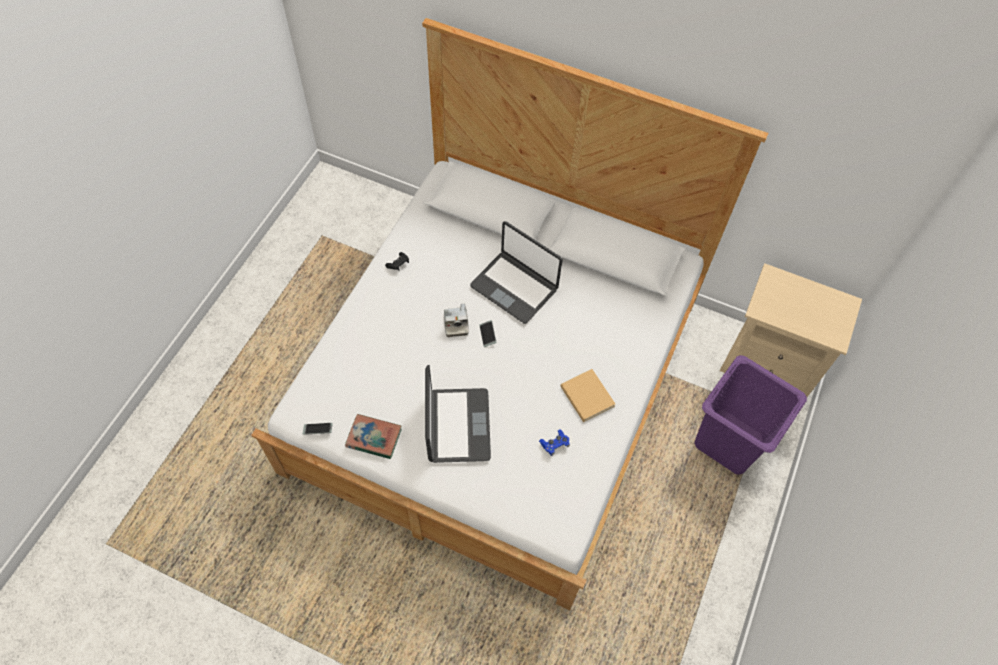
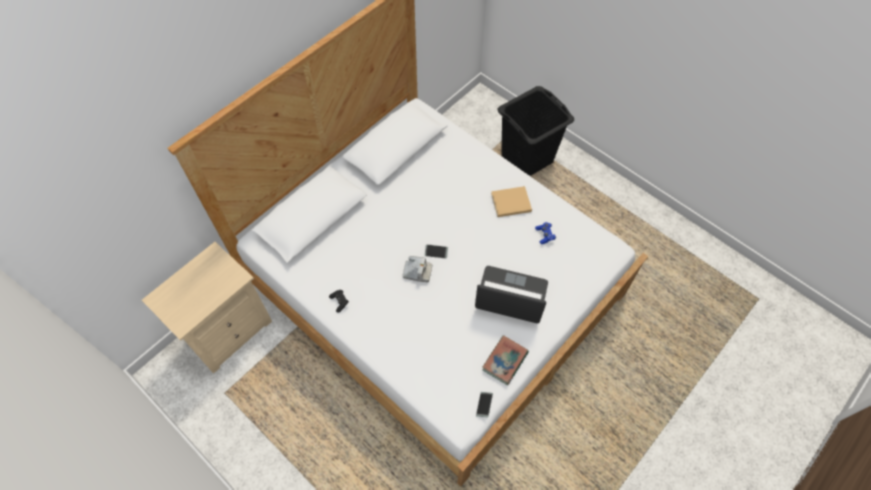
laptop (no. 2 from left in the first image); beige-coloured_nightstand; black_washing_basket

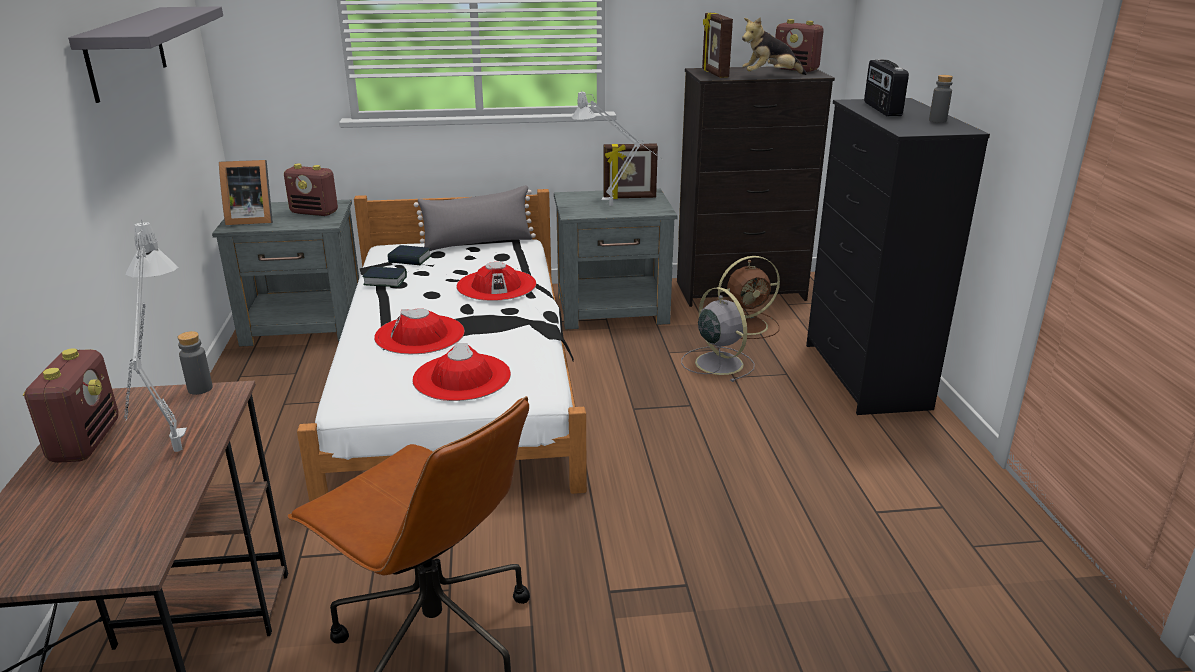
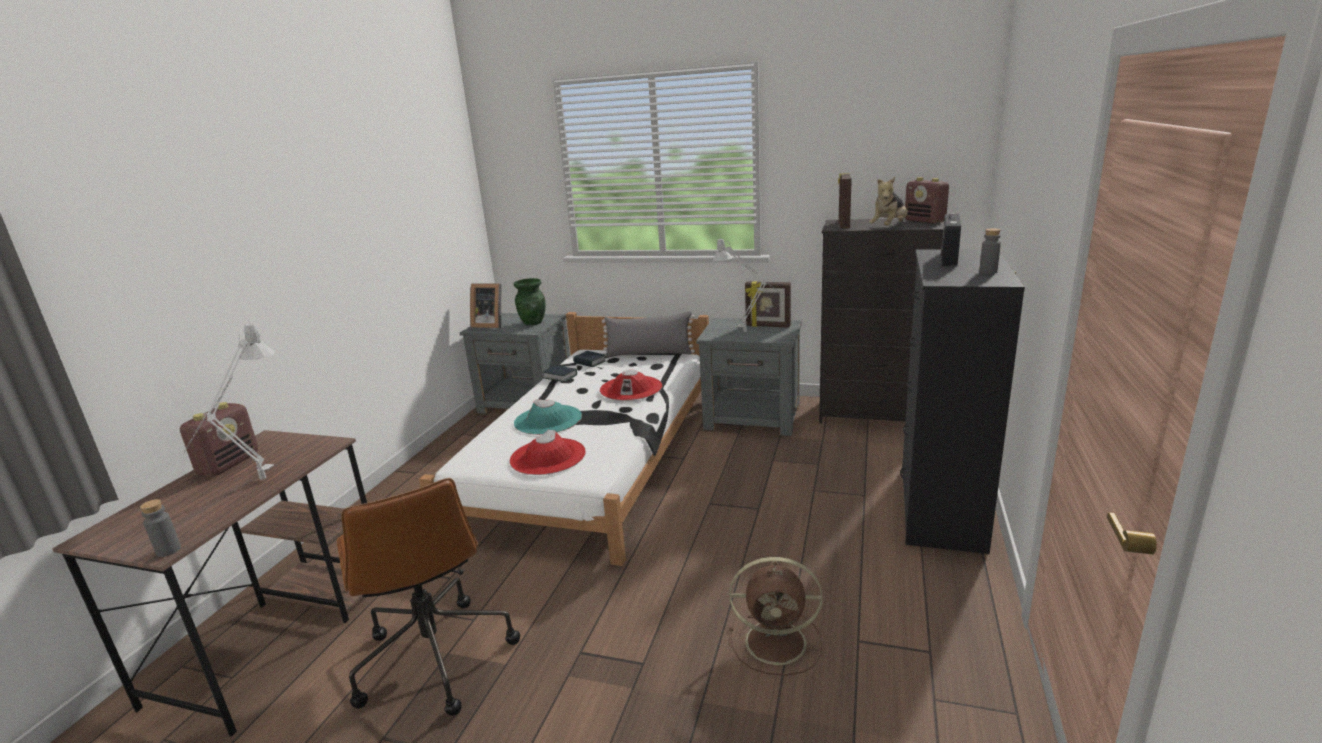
greyish_wall_shelf; plush_toy; greenish_vase; brown-coloured_cooling_fan; greyish_cooling_fan; turquoise_clothing_hat; greyish_beverage_bottle (no. 1 from left)

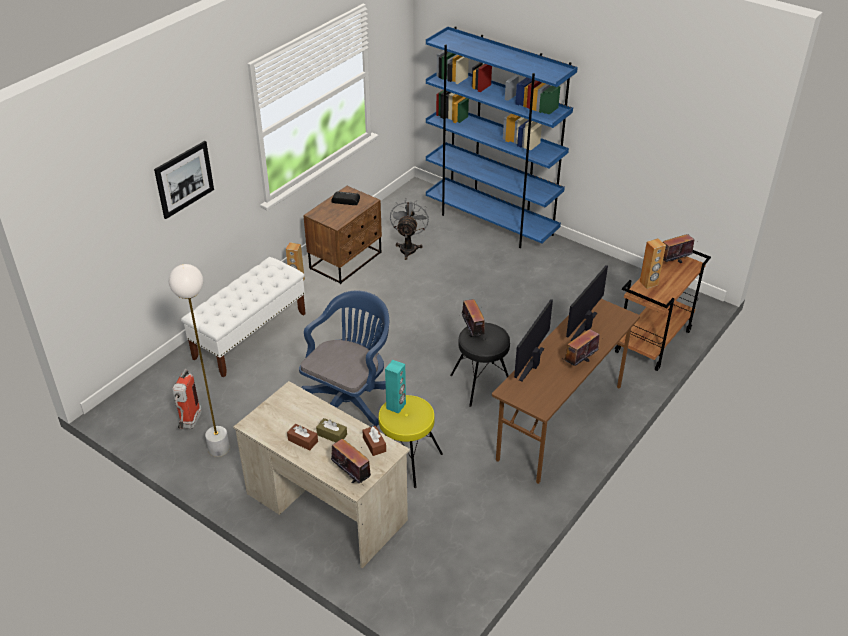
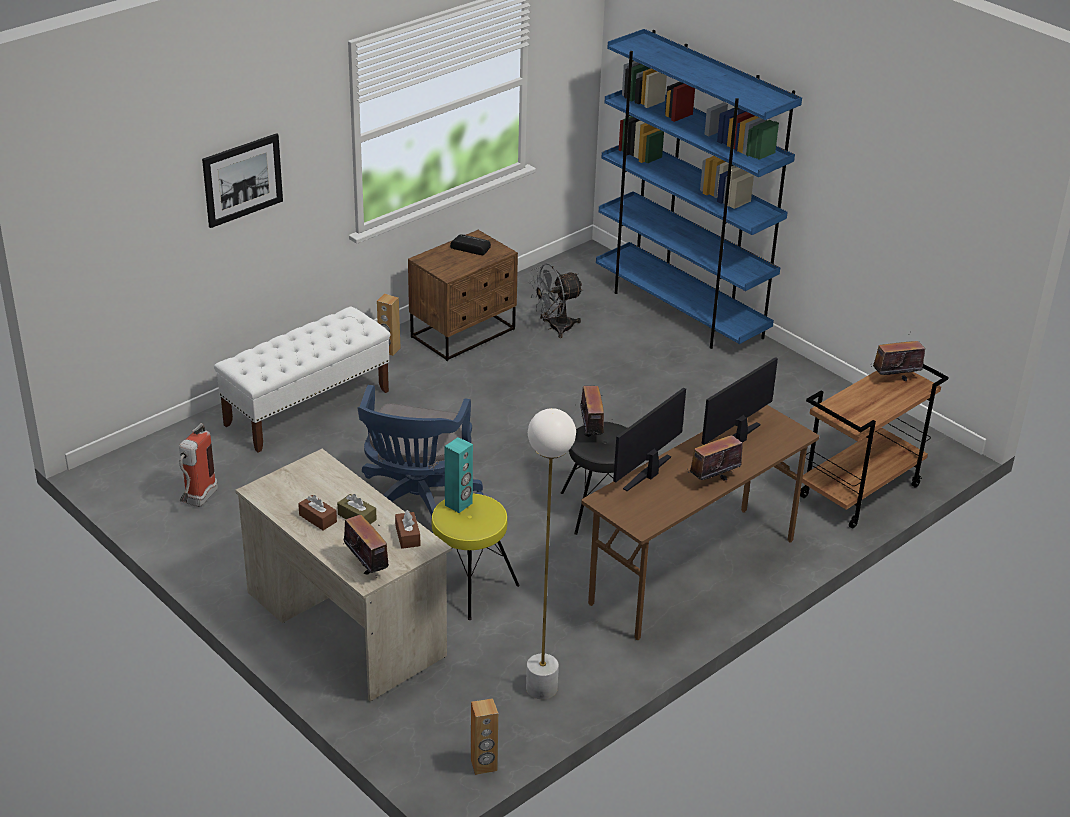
greyish_cooling_fan; brown-coloured_audio_speaker (no. 2 from left); whitish_standing_lamp; bluish_office_chair

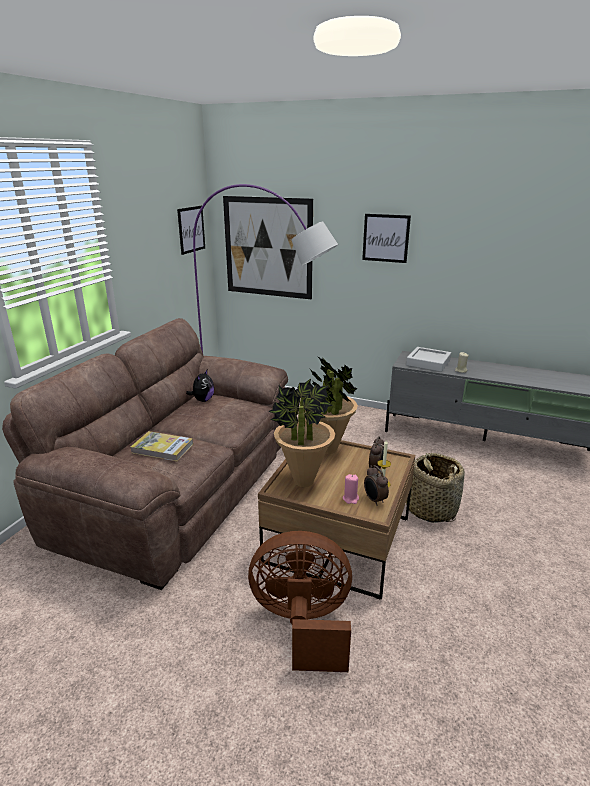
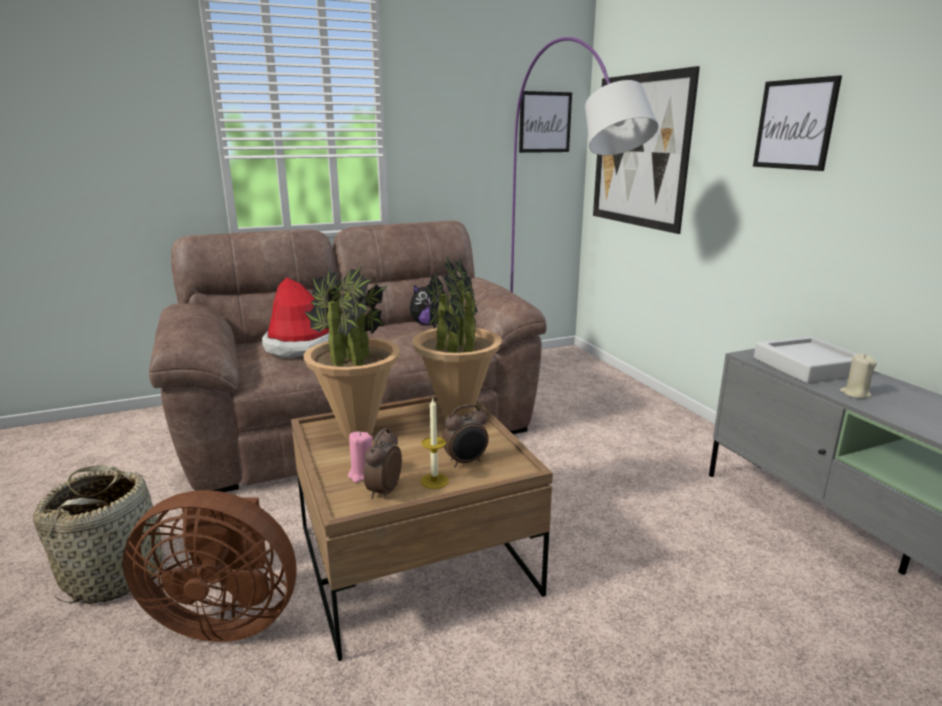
clothing_hat; storage_basket; brown-coloured_cooling_fan

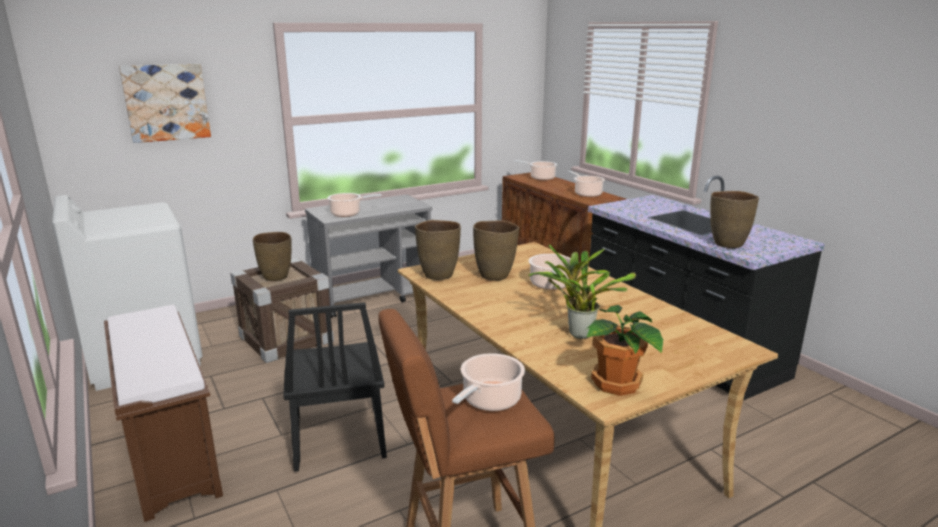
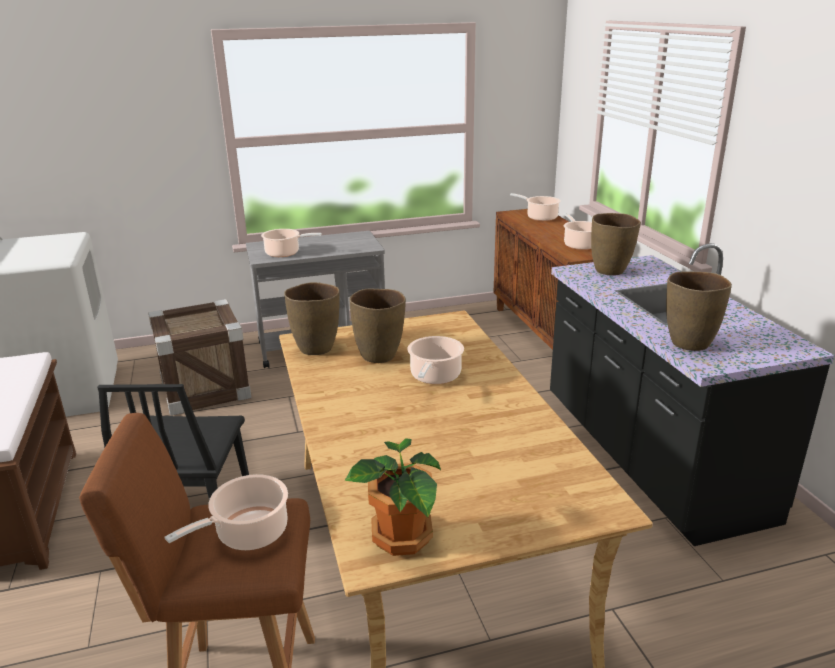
wall_art; brown-coloured_vase (no. 3 from left); houseplant (no. 1 from left in the first image)

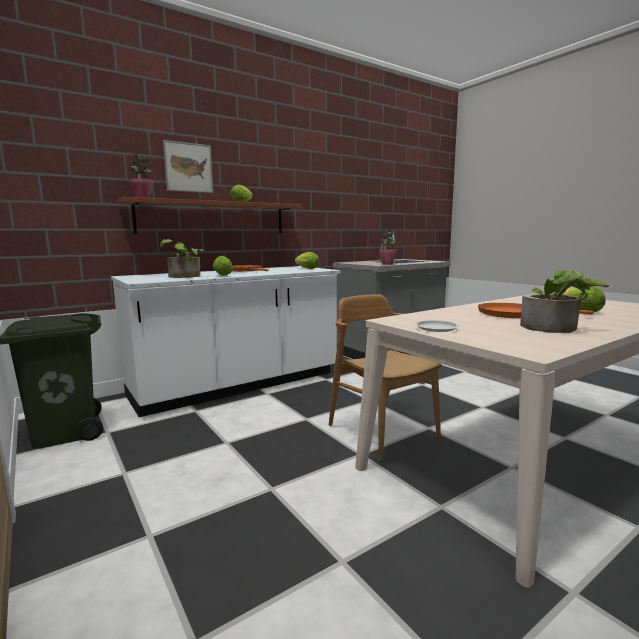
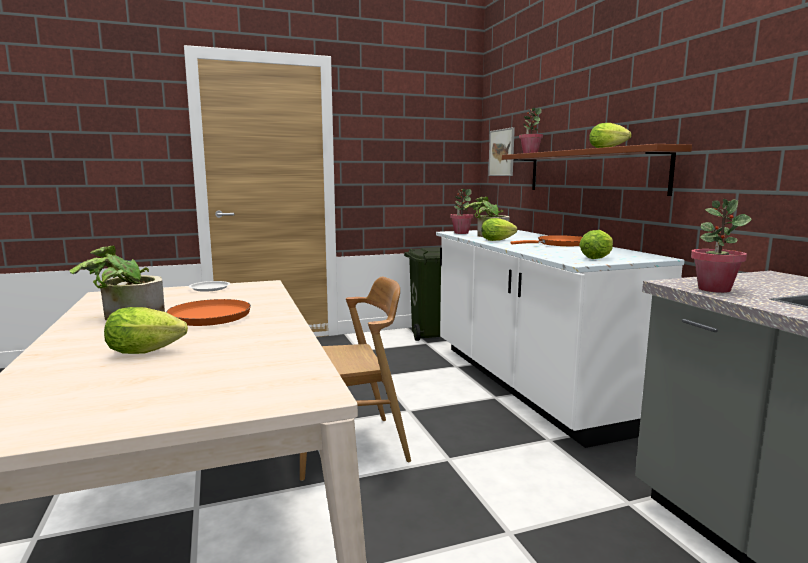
wall_art; houseplant (no. 2 from left)

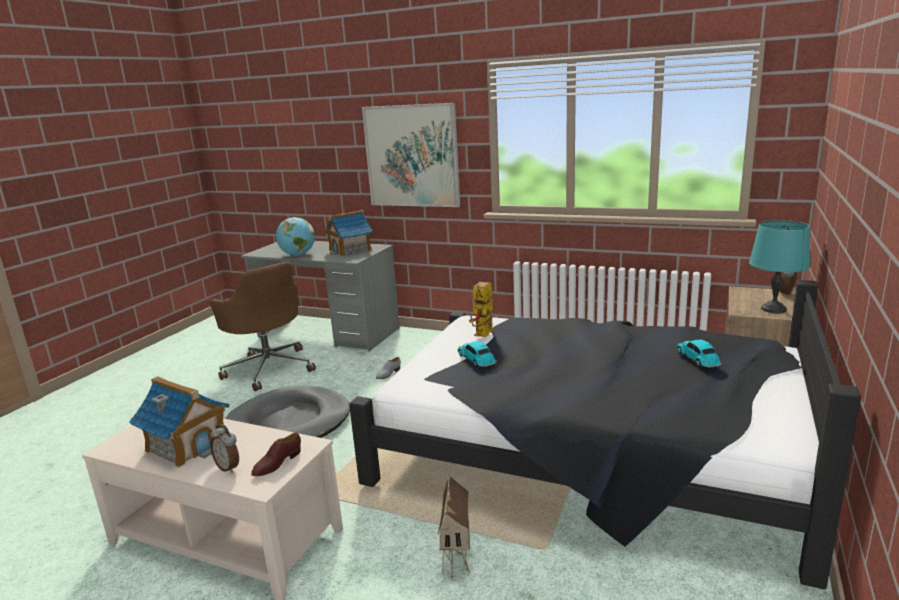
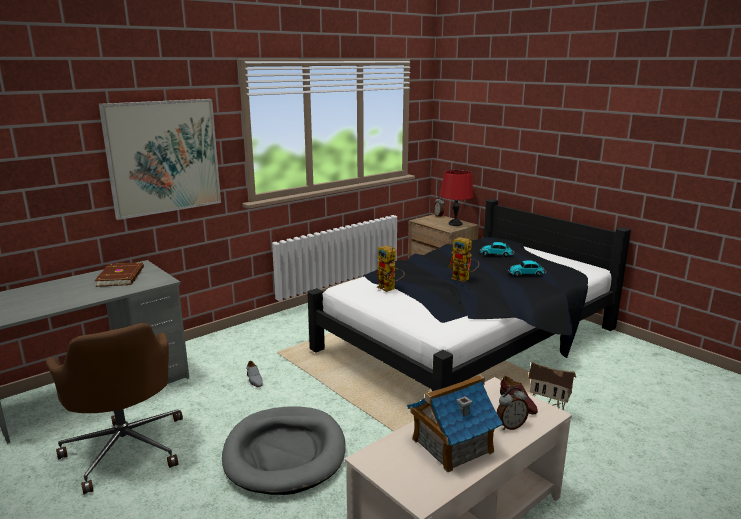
brown-coloured_book; world_globe; reddish_table_lamp; brown-coloured_office_chair; miniature_car (no. 2 from left); robot_figure (no. 2 from left)

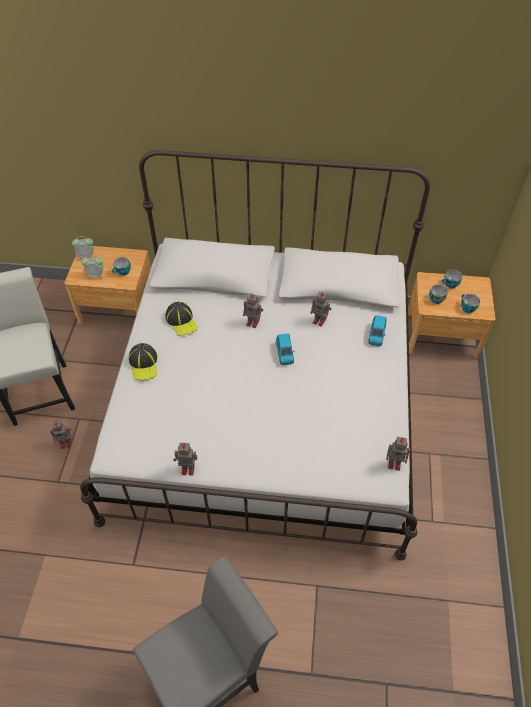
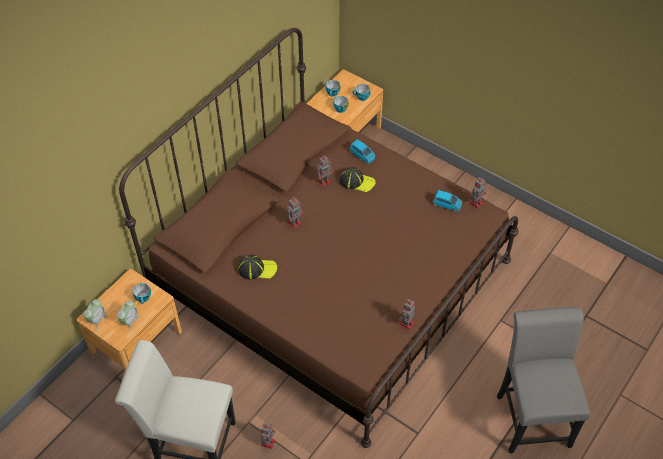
brown-coloured_bed; bluish_miniature_car (no. 2 from left); peaked_cap (no. 2 from left)

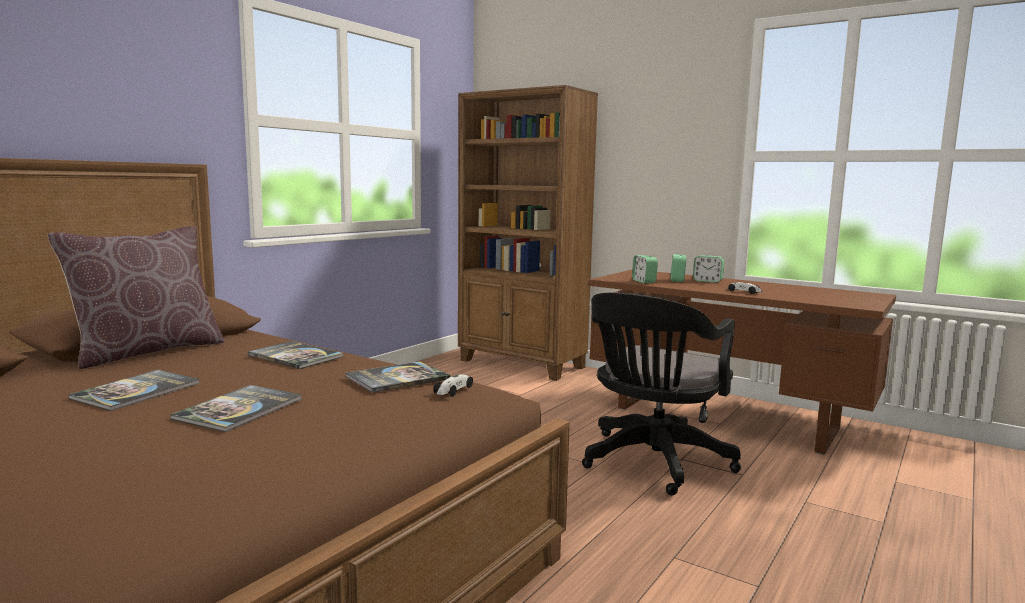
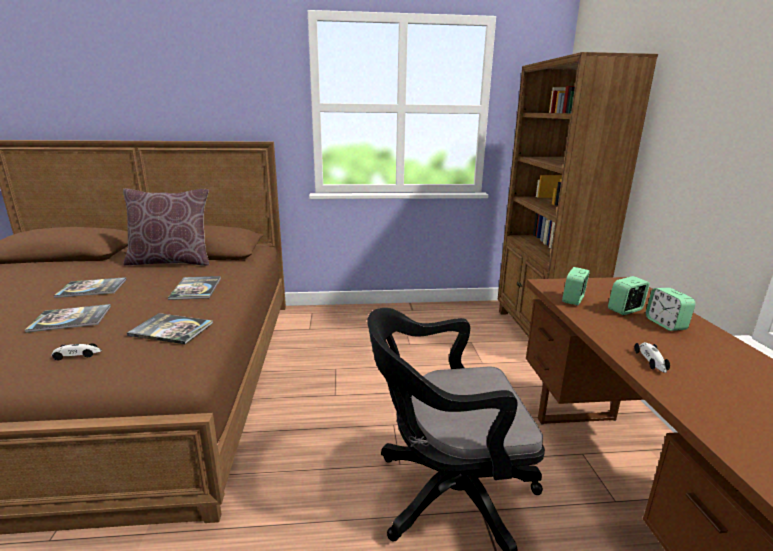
miniature_car (no. 1 from left)

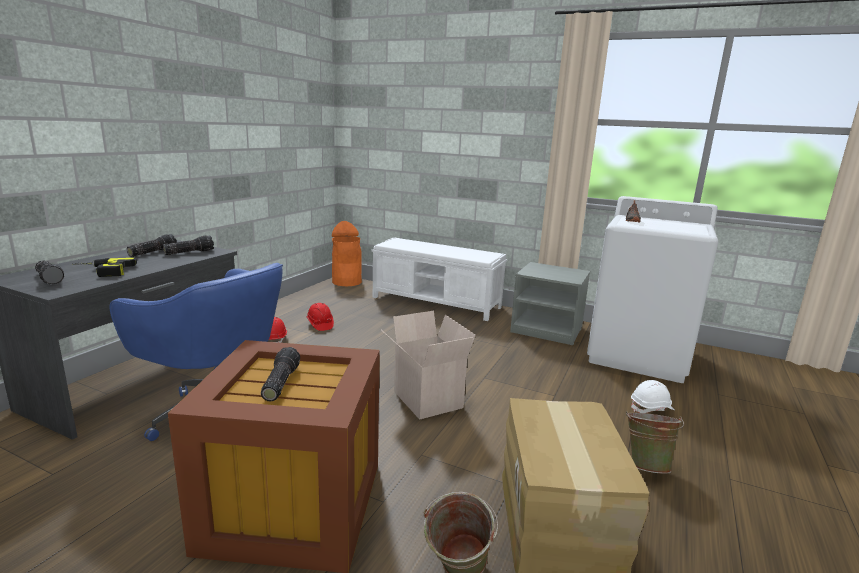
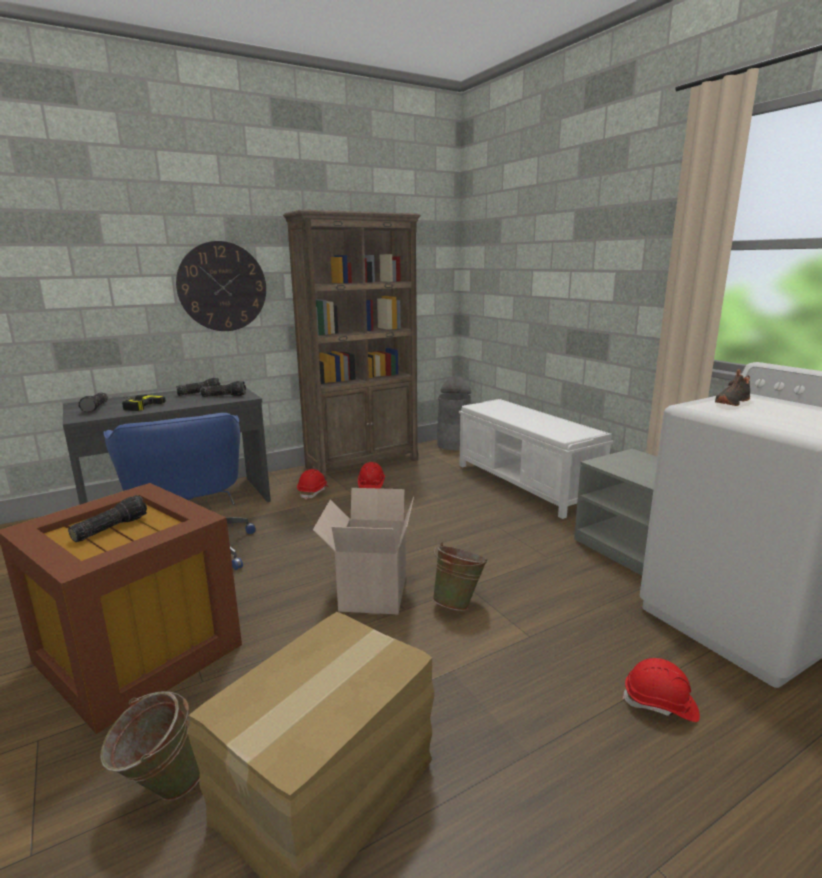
greyish_trash_can; reddish_hard_hat (no. 3 from left); greenish_bucket (no. 2 from left); brown-coloured_bookshelf; wall_clock

